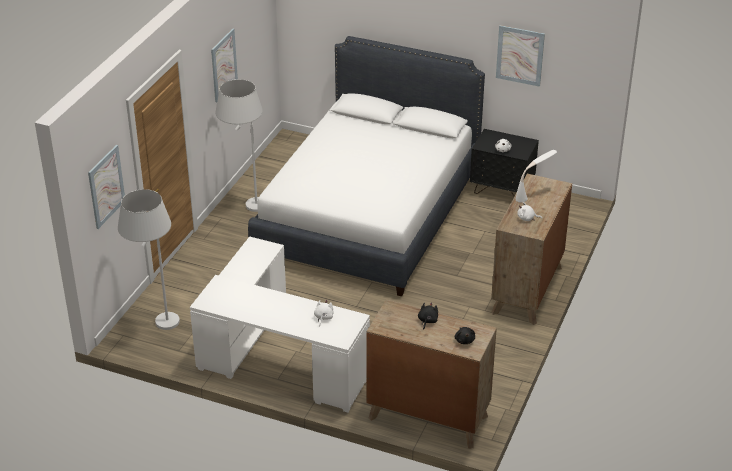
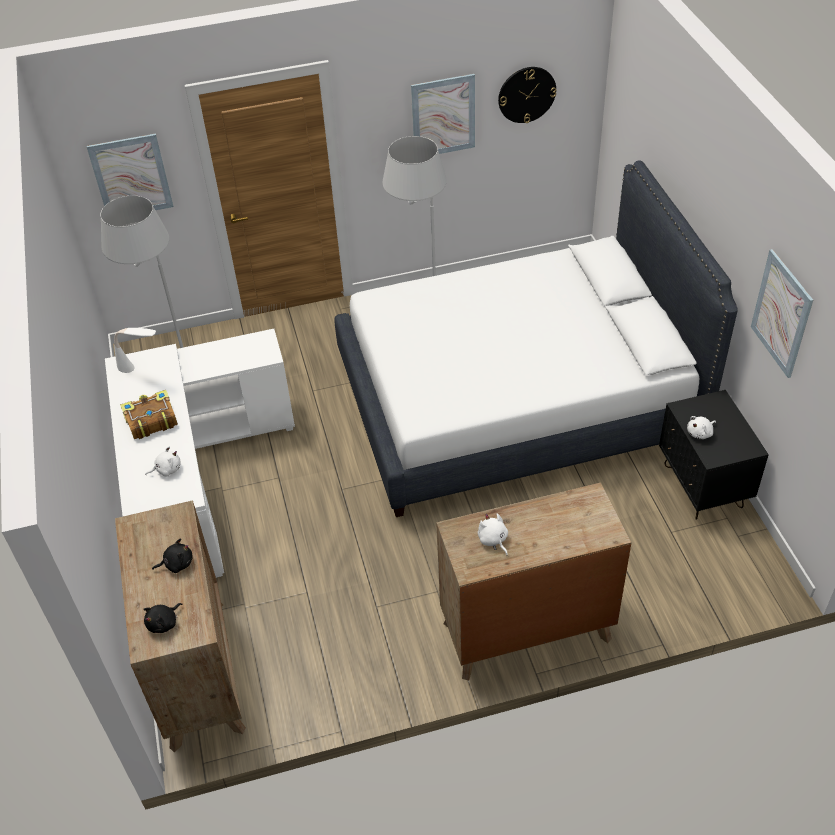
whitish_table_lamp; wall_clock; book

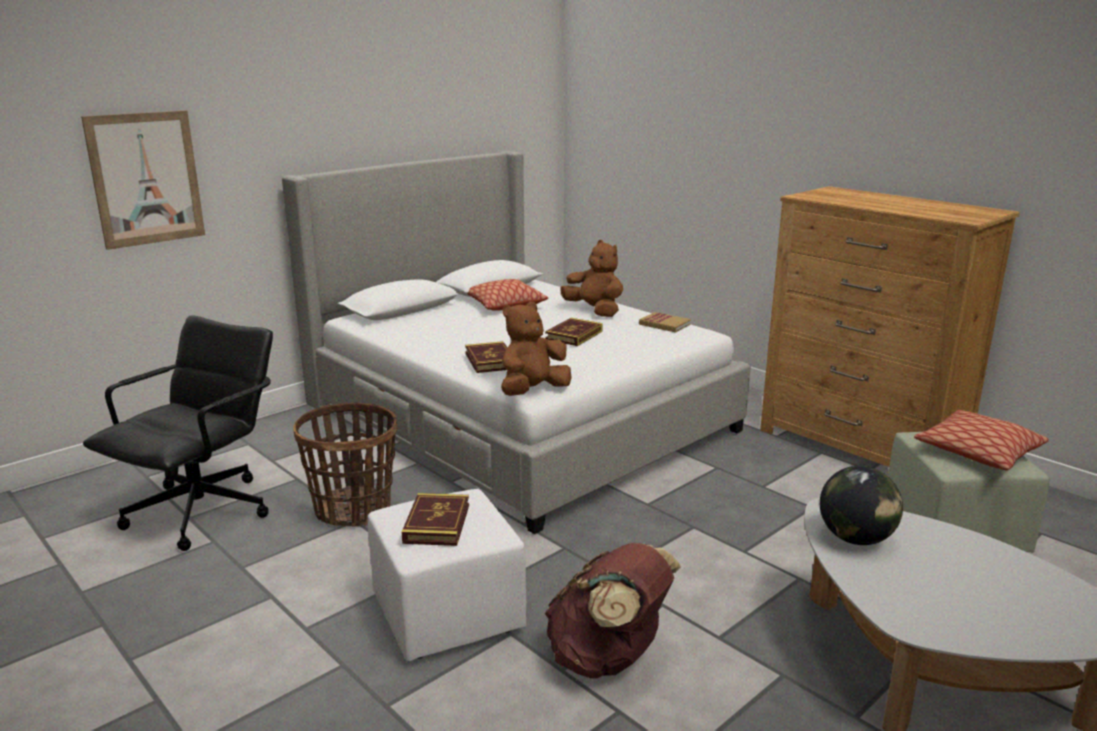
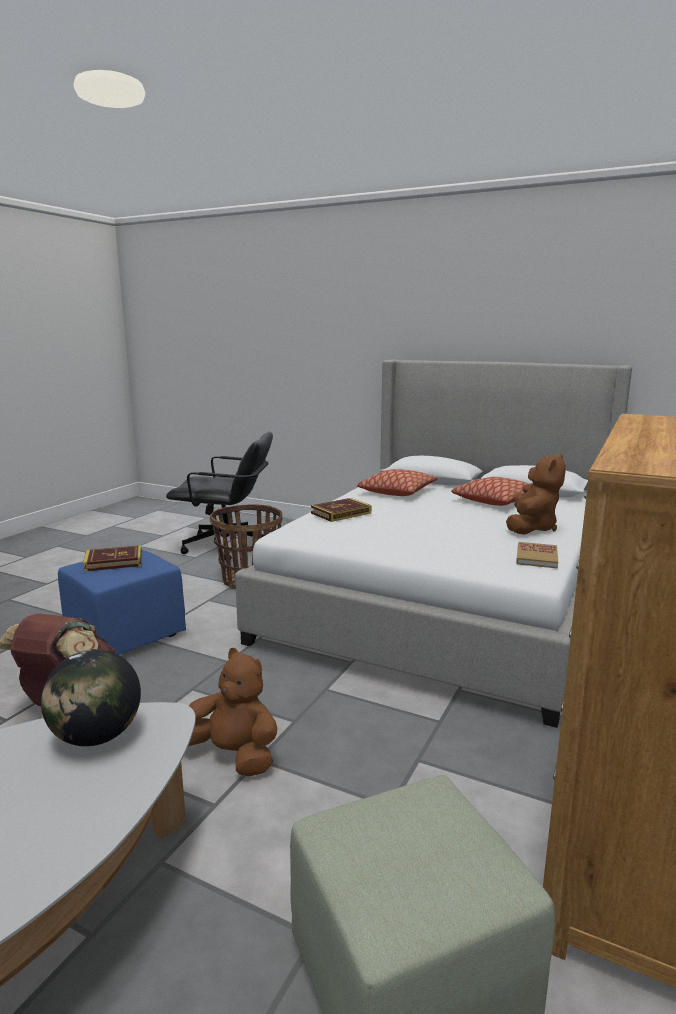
wall_art; brown-coloured_plush_toy (no. 1 from left); book (no. 3 from left in the first image); pillow (no. 1 from left); bluish_pouffe

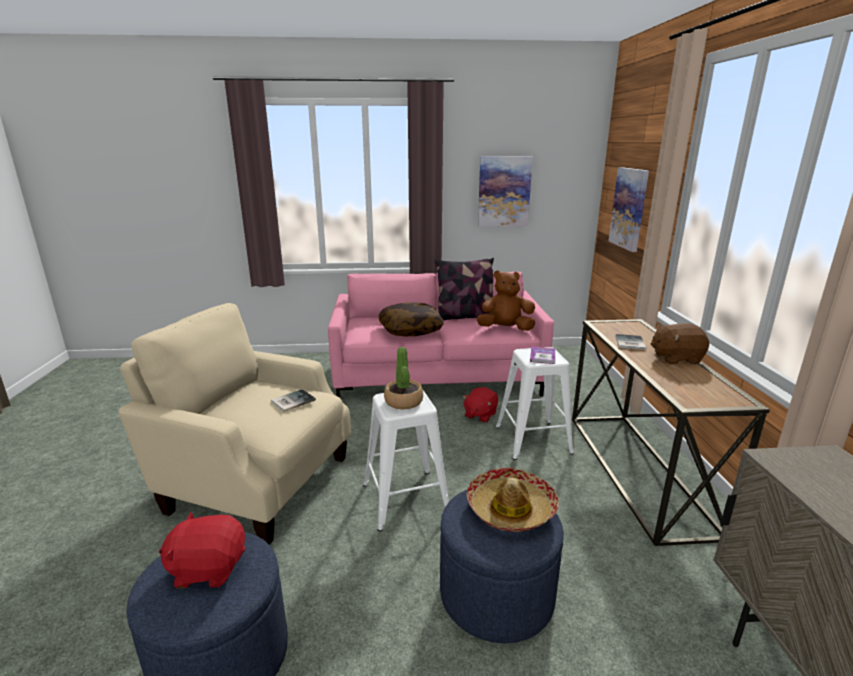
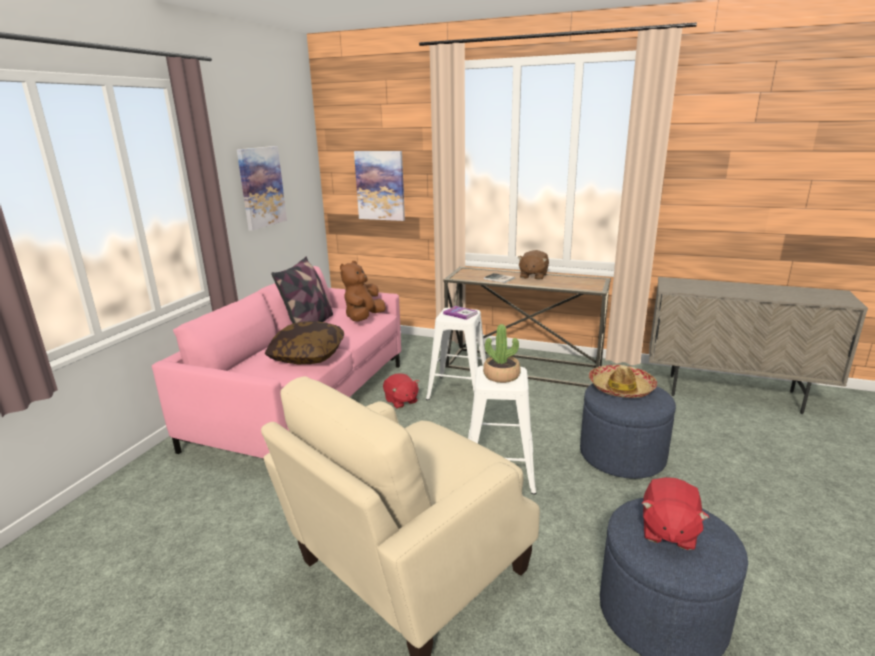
book (no. 1 from left in the first image)

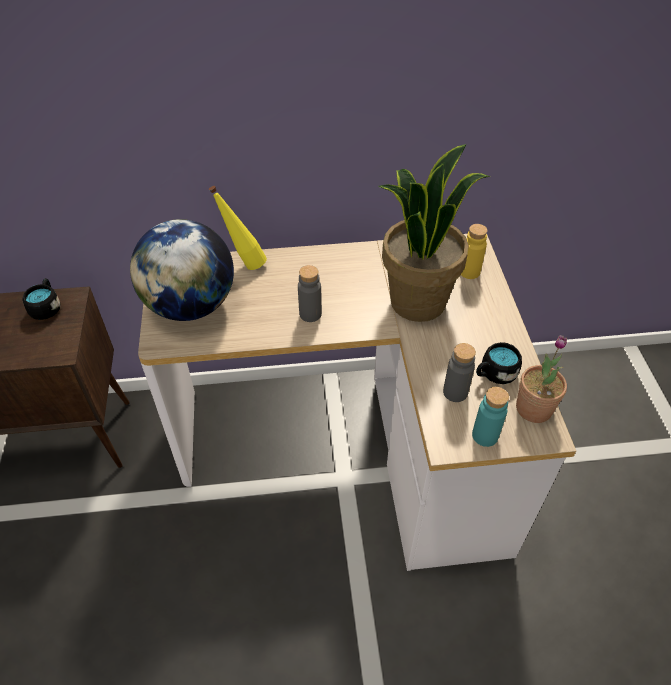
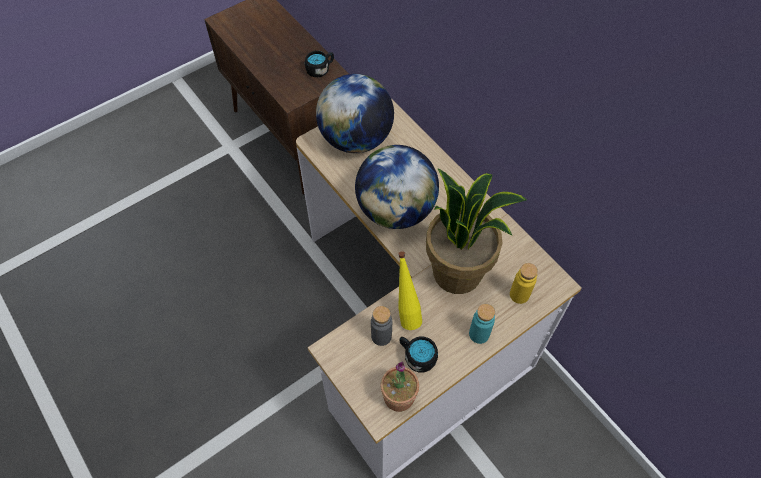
yellow_beverage_bottle (no. 1 from left); world_globe (no. 2 from left); turquoise_beverage_bottle

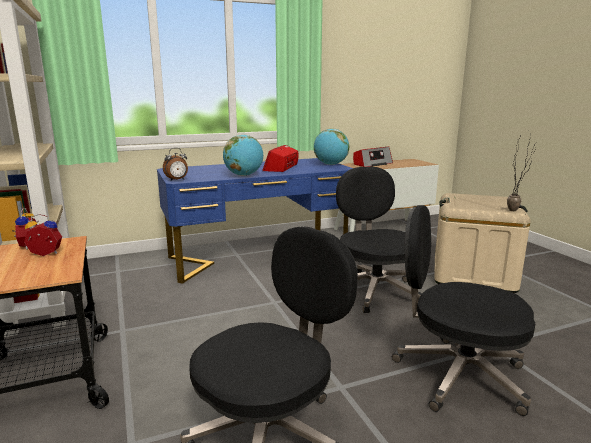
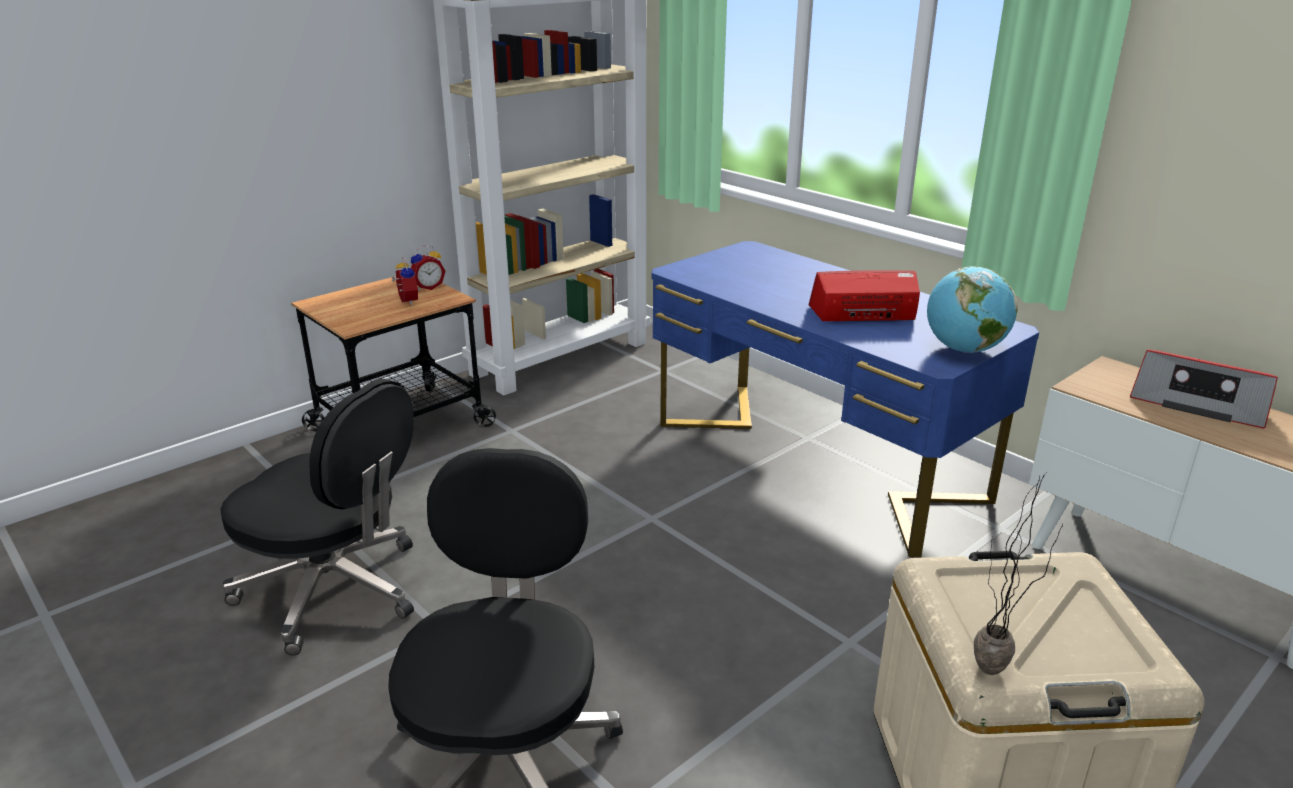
world_globe (no. 1 from left in the first image); alarm_clock (no. 3 from left in the first image); black_office_chair (no. 2 from left in the first image)

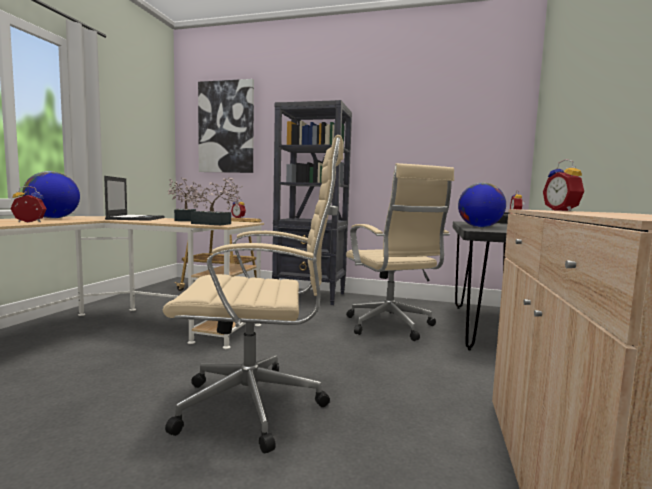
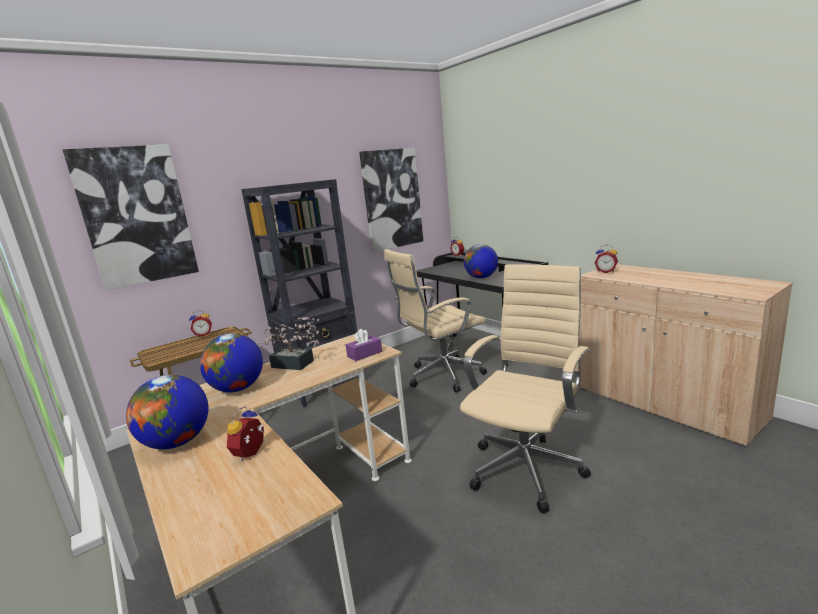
beige-coloured_office_chair (no. 1 from left); world_globe (no. 2 from left); purple-coloured_tissue_holder; wall_art (no. 2 from left)

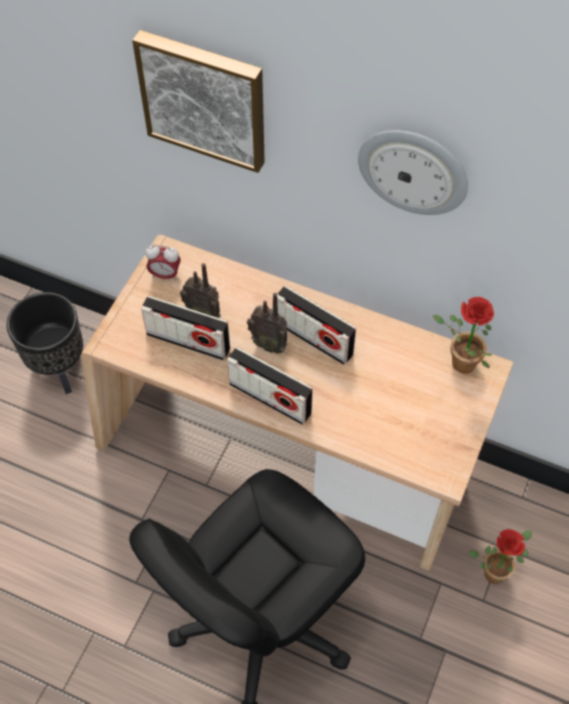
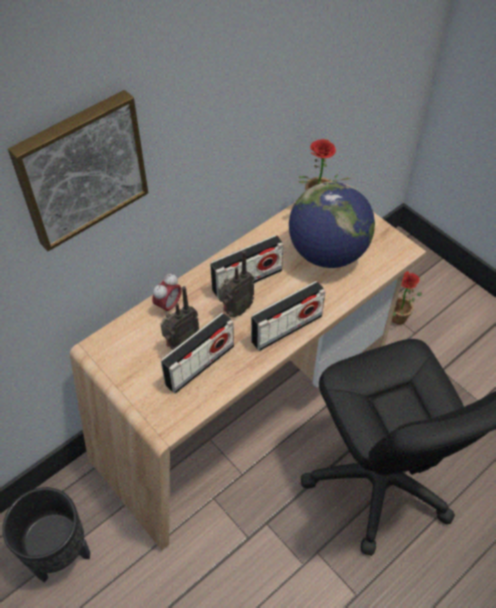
wall_clock; alarm_clock; world_globe

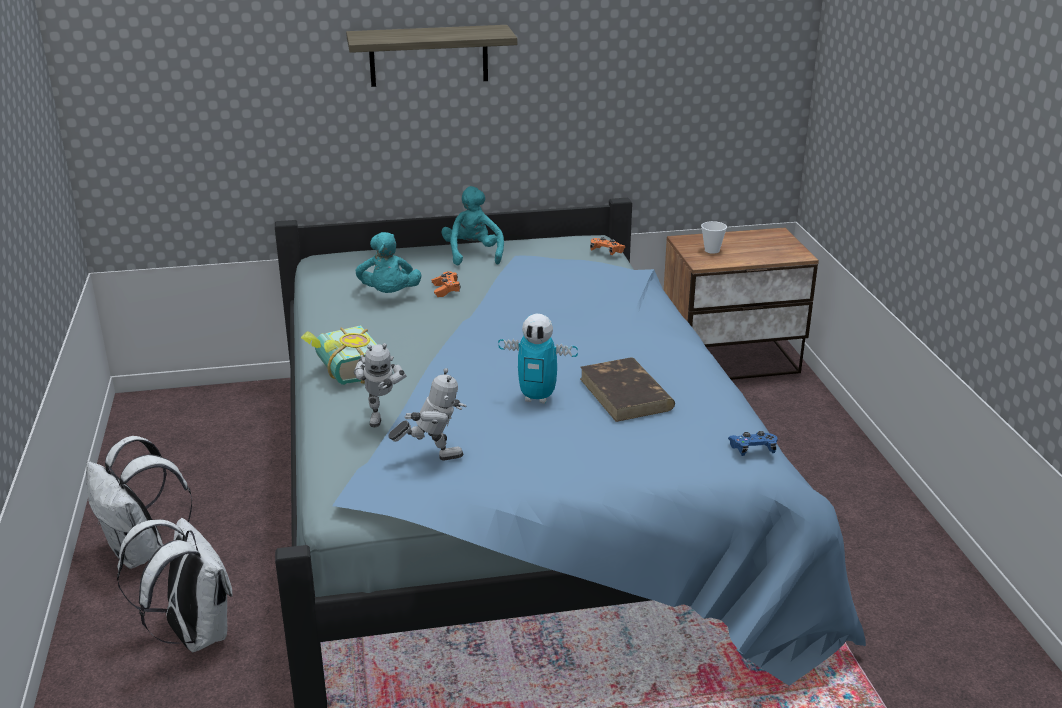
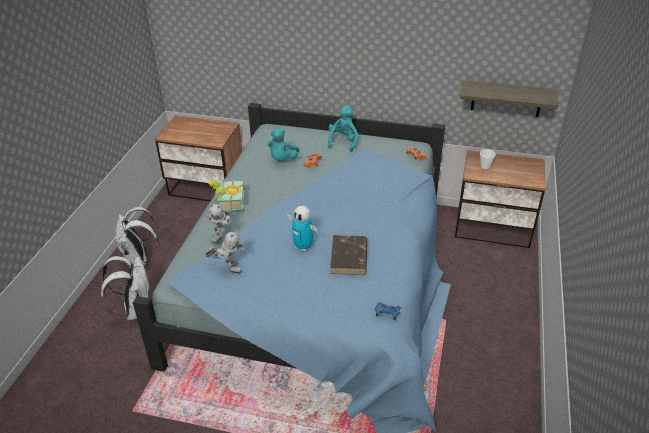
wall_shelf; nightstand (no. 1 from left)

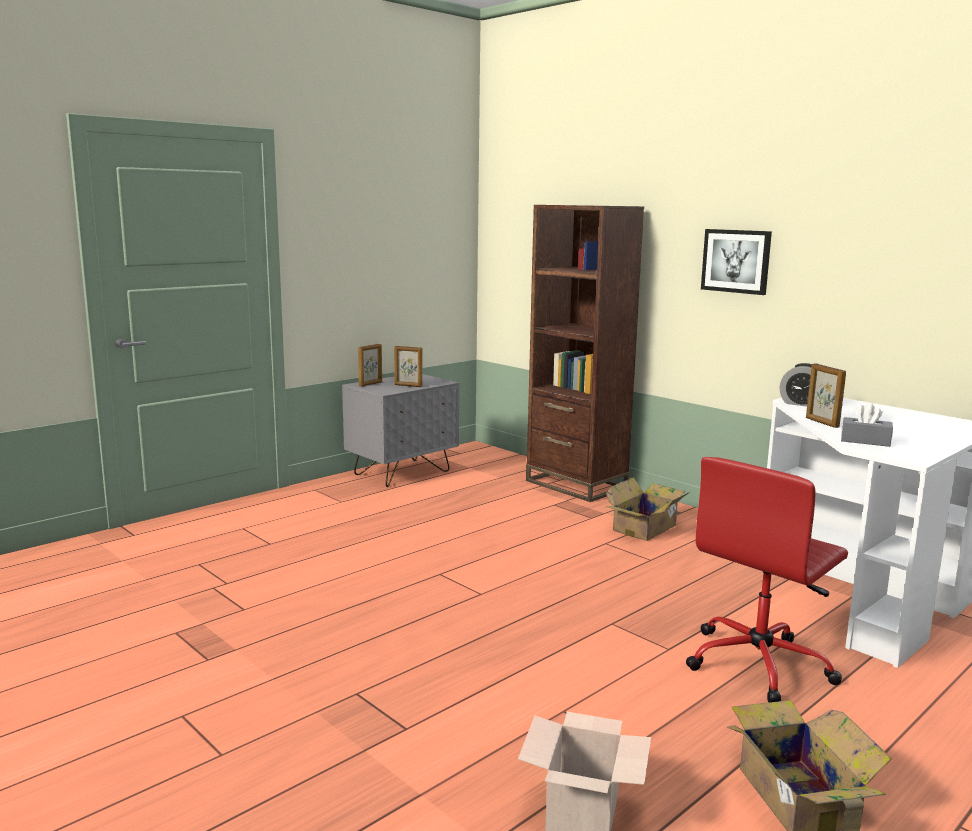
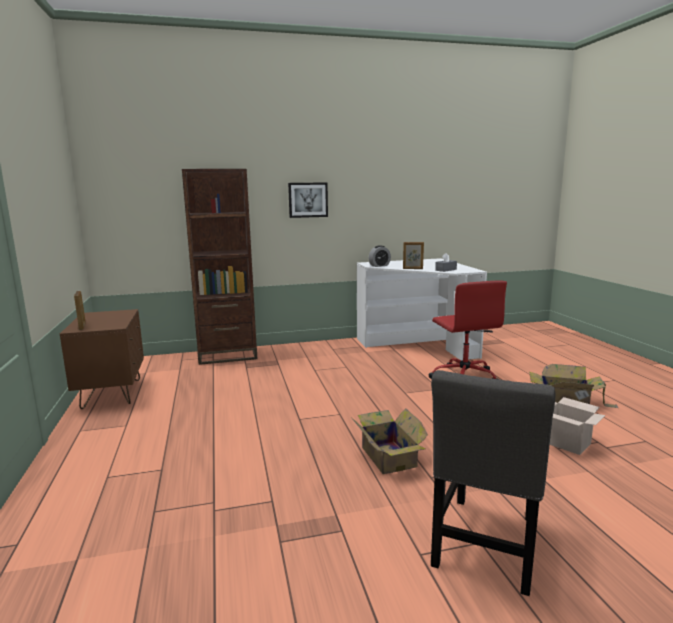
standing_frame (no. 2 from left in the first image); brown-coloured_nightstand; packing_box (no. 1 from left); greyish_upright_chair

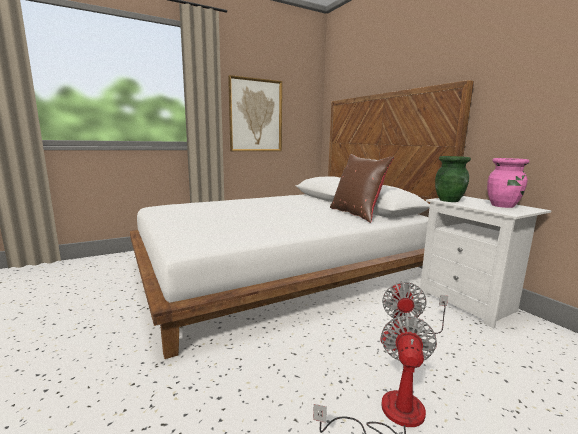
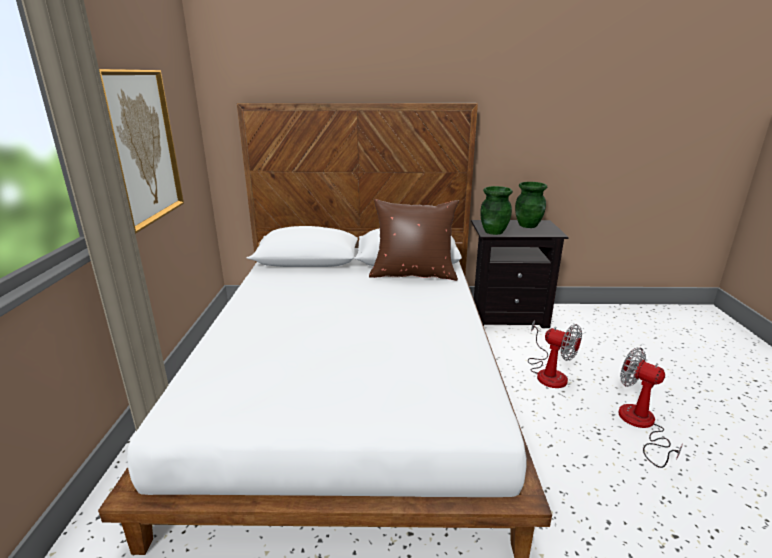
greenish_vase (no. 2 from left); black_nightstand

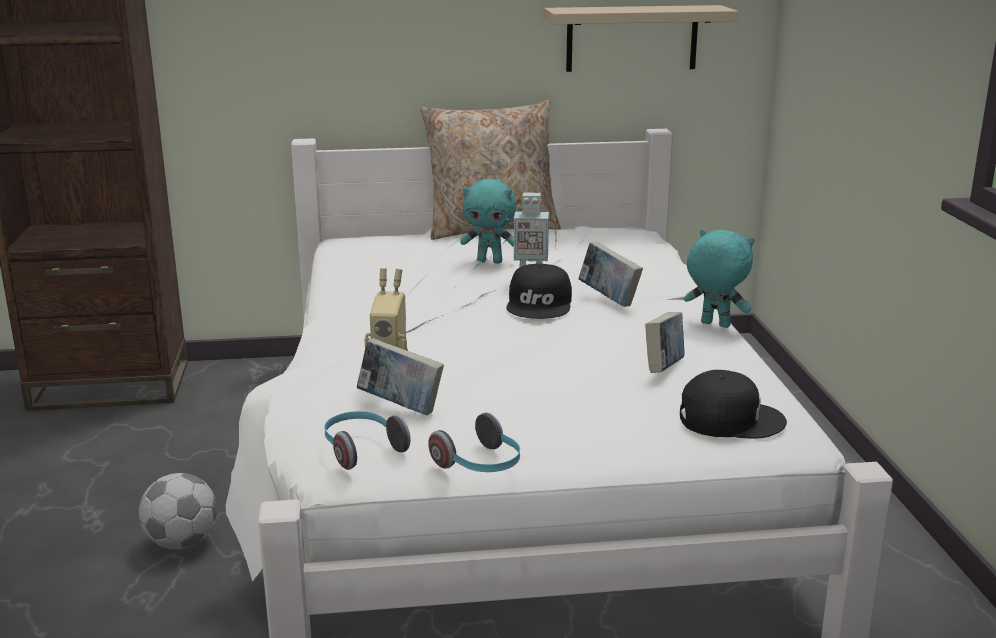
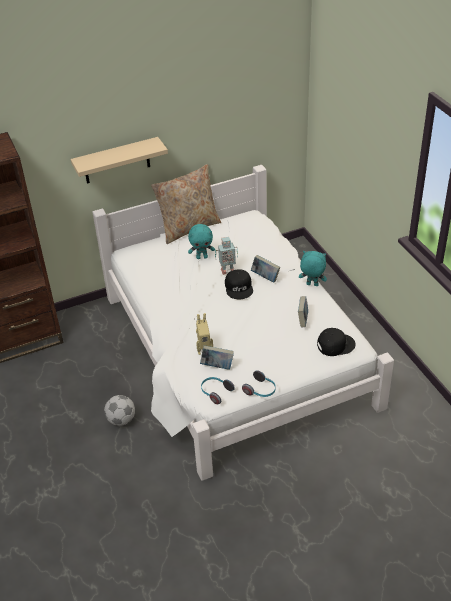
beige-coloured_wall_shelf

